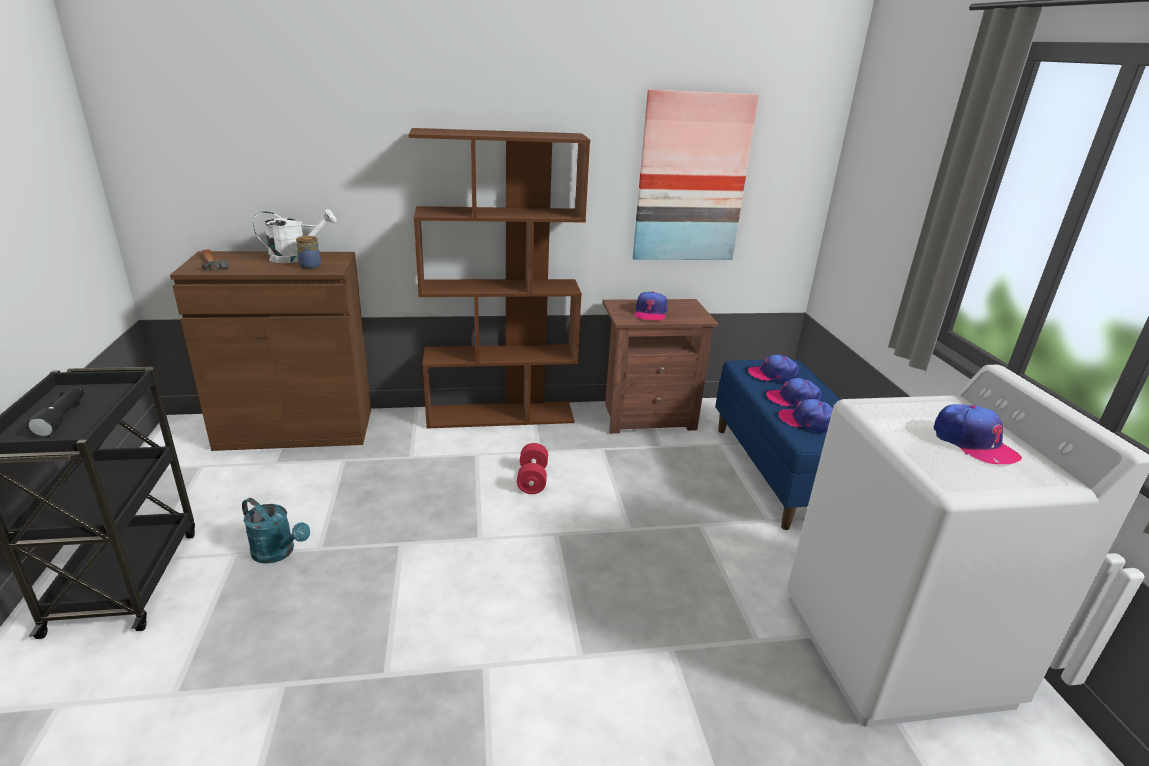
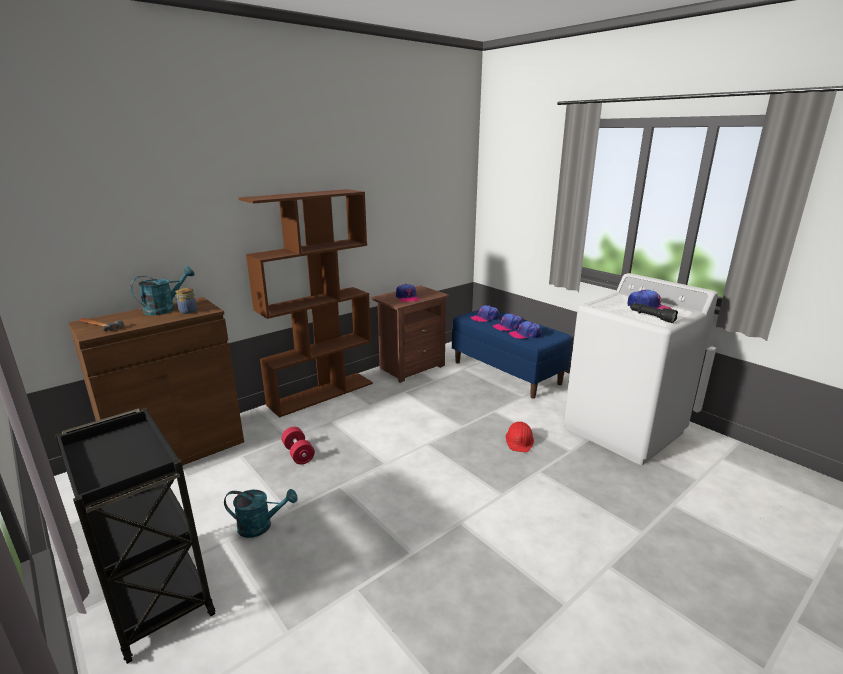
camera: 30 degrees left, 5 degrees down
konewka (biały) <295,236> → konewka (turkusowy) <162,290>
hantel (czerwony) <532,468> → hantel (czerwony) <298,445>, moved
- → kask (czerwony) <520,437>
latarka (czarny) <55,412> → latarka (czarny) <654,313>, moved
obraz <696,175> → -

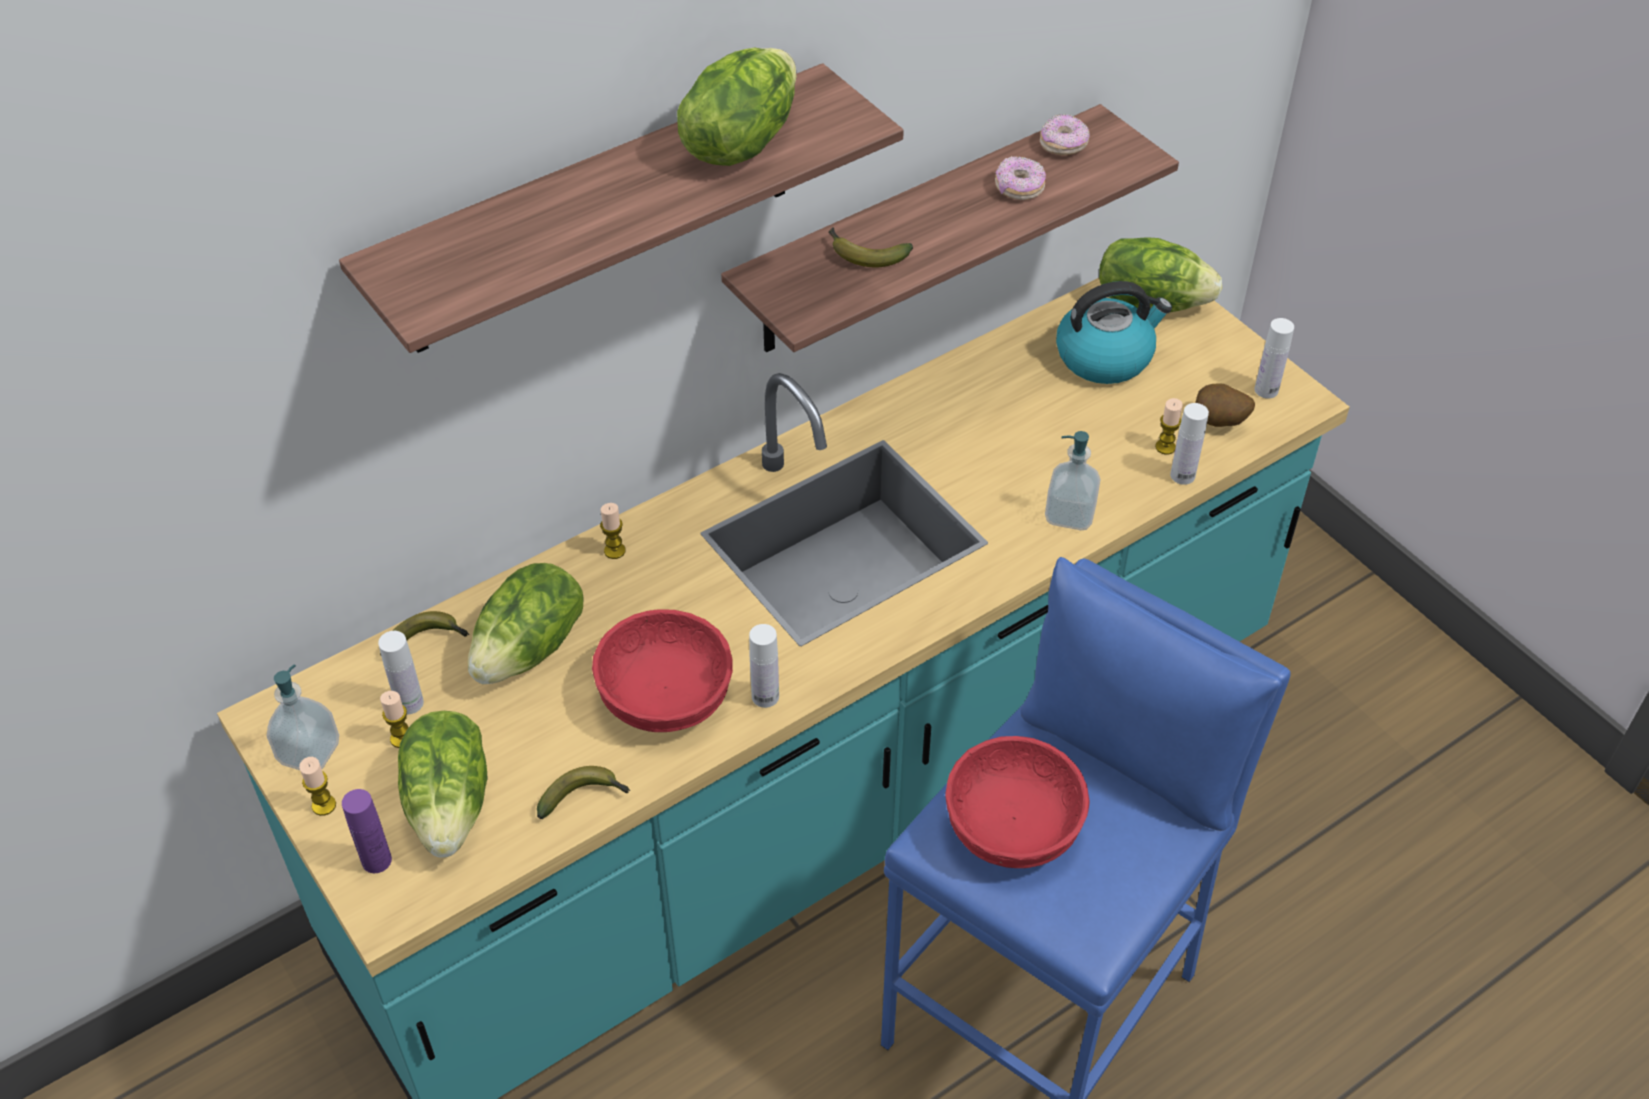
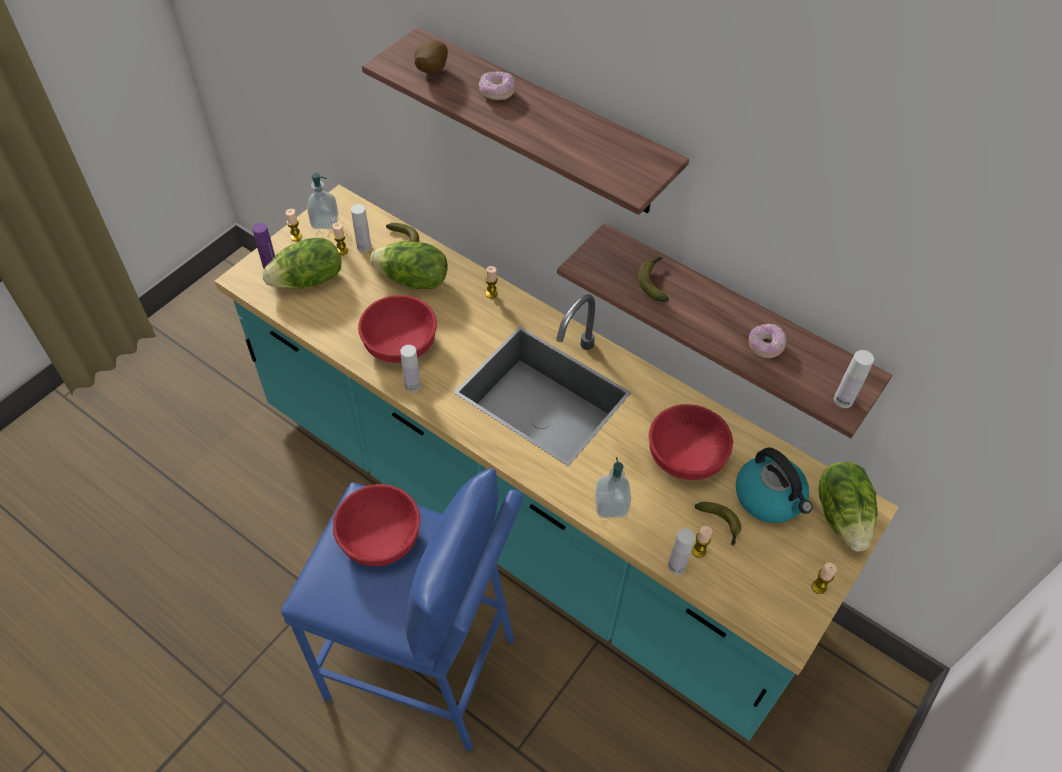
camera: 70 degrees right, 5 degrees up
ziemniak <1225,405> → ziemniak <431,57>, moved
donut <1065,134> → donut <497,85>, moved
- → miska (czerwony) <691,442>
banan <584,792> → banan <718,524>, moved
- → świeca <824,578>
butelka (biały) <1274,358> → butelka (biały) <854,379>, moved
sałata <737,107> → -

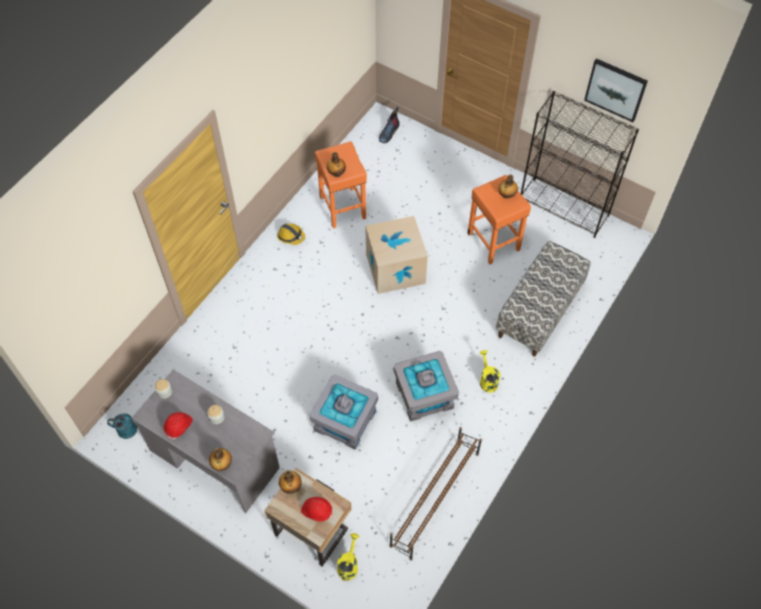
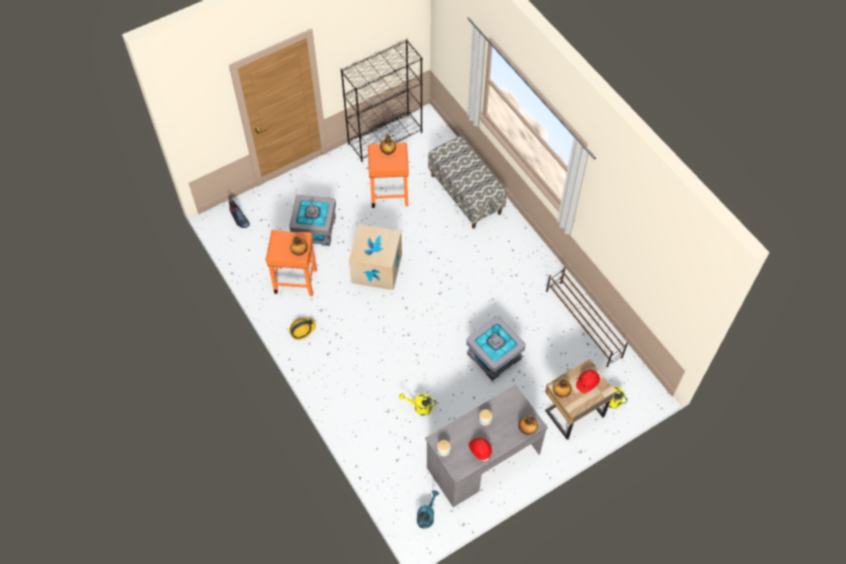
camera: 65 degrees left, 0 degrees up
pojemnik do przechowywania (szary) <426,386> → pojemnik do przechowywania (szary) <312,220>, moved
konewka (żółty) <490,371> → konewka (żółty) <417,404>, moved
obraz <616,90> → -

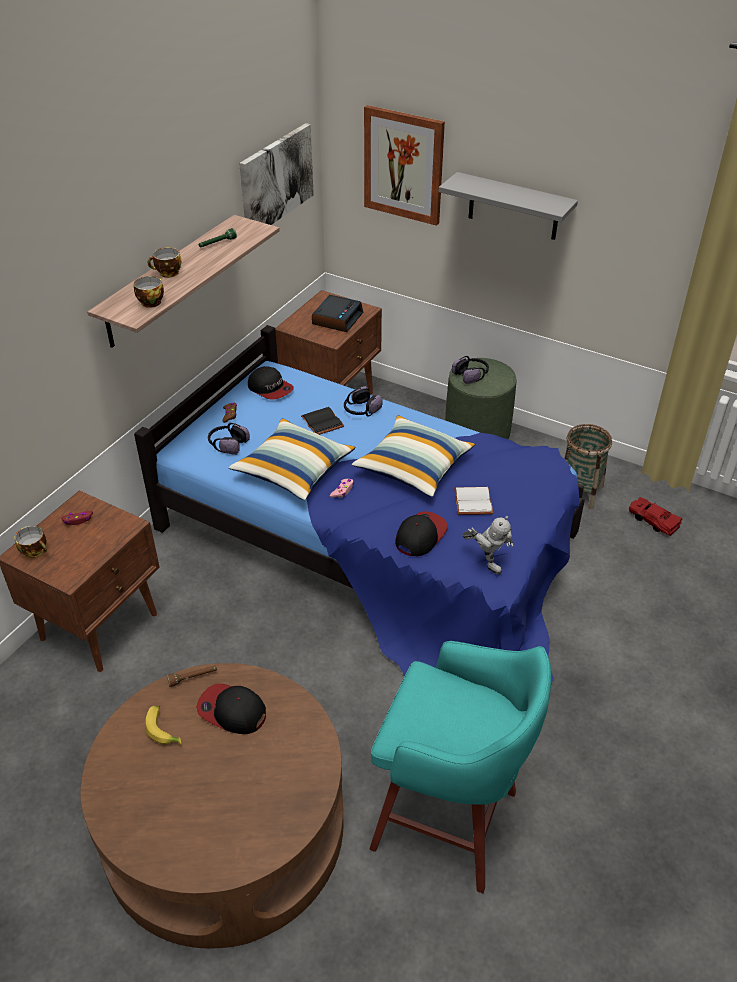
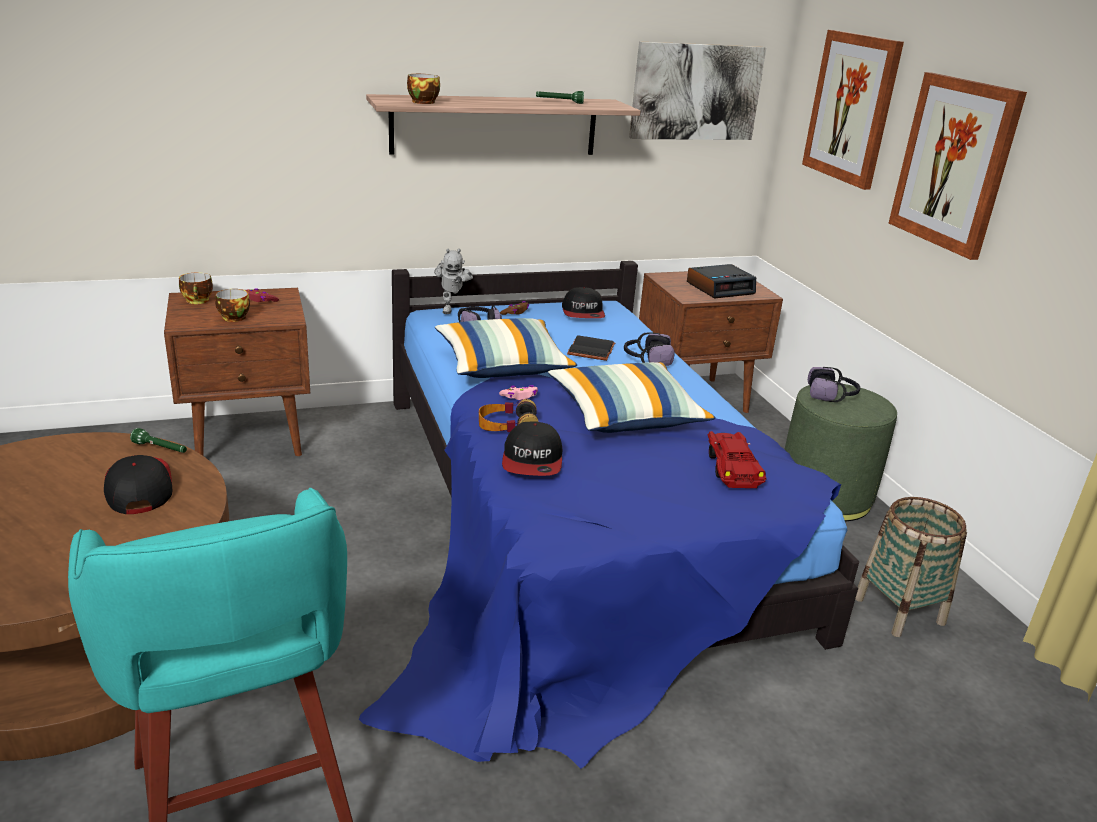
camera: 40 degrees right, 15 degrees down
latarka (brązowy) <192,676> → latarka (zielony) <158,440>
filiżanka <164,262> → filiżanka <232,305>, moved
robot zabawkowy <487,545> → robot zabawkowy <453,281>, moved
- → słuchawki <509,415>
czapka z daszkiem <421,533> → czapka z daszkiem <532,448>, 105 degrees clockwise
samochodzik (czerwony) <655,516> → samochodzik (czerwony) <737,459>, moved
półka (szary) <508,206> → obraz <958,166>
banan <163,725> → -
książka (biały) <473,501> → -

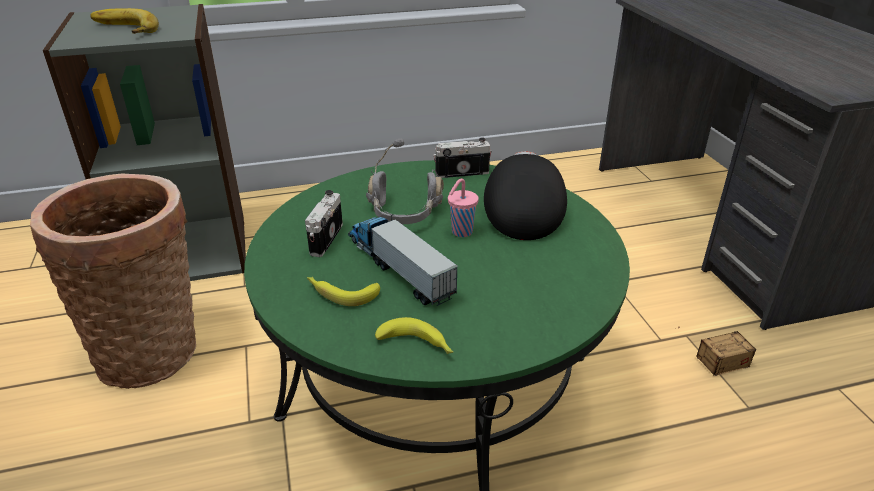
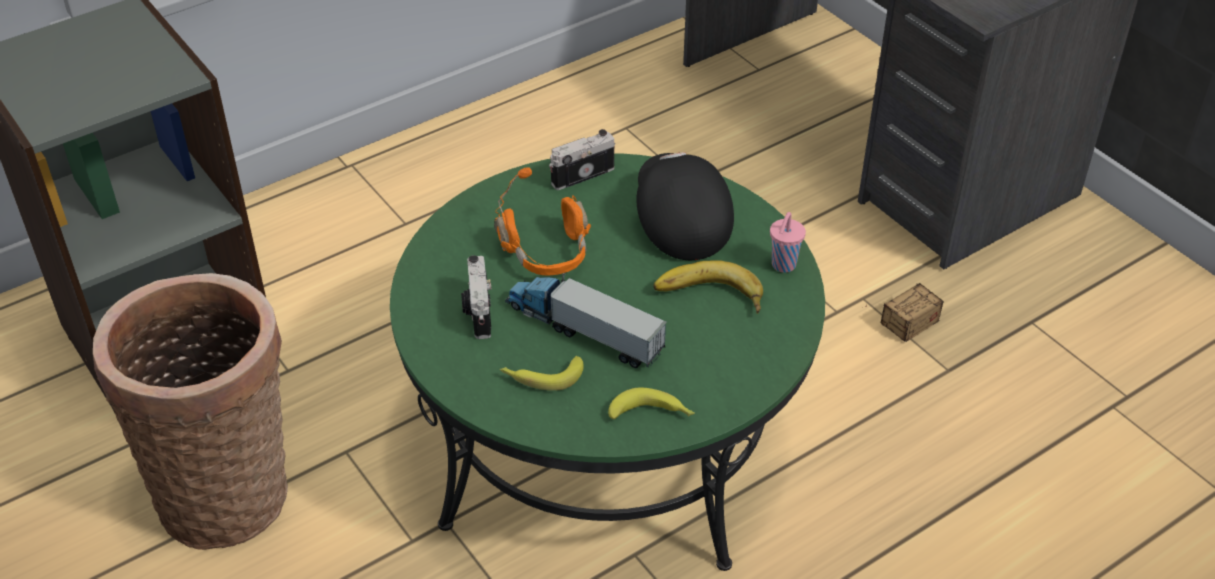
camera: 20 degrees left, 10 degrees up
słuchawki (szary) <405,181> → słuchawki (pomarańczowy) <542,221>
banan <124,21> → banan <708,287>, moved
filiżanka (różowy) <463,207> → filiżanka (różowy) <788,242>, moved

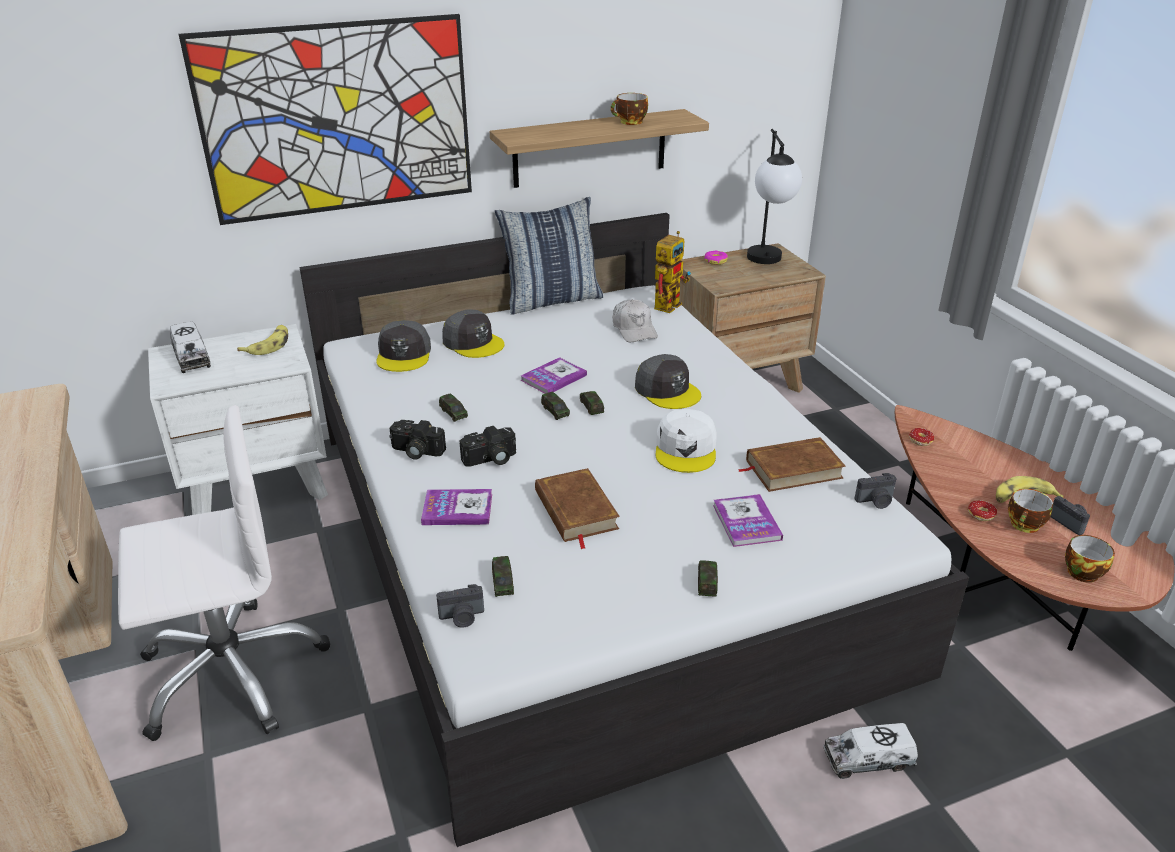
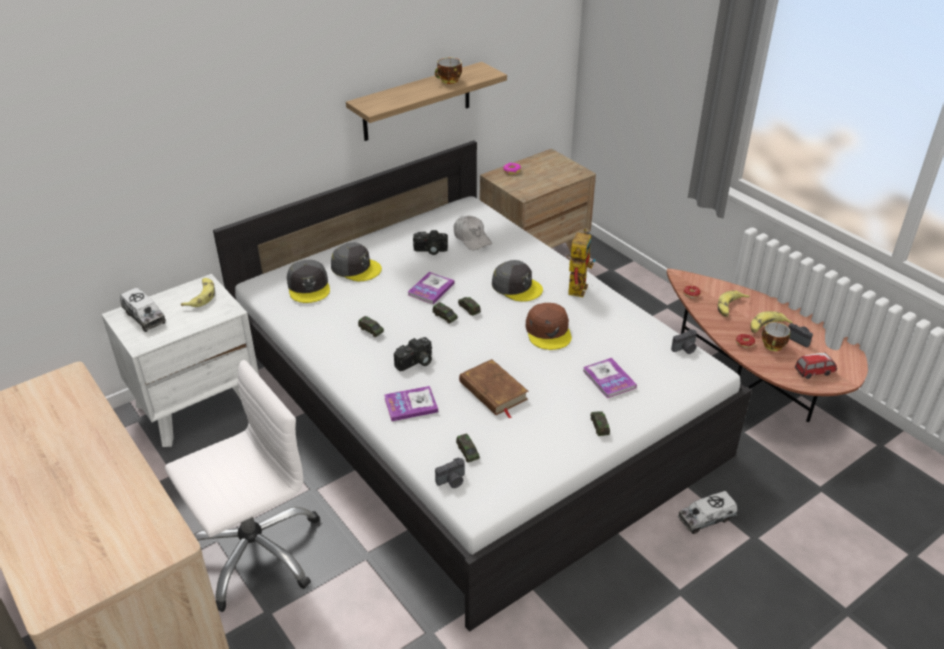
camera: 15 degrees left, 5 degrees up
aparat fotograficzny <417,439> → aparat fotograficzny <430,242>, moved
czapka z daszkiem (biały) <686,441> → czapka z daszkiem (brązowy) <549,326>
robot zabawkowy <672,272> → robot zabawkowy <581,262>, moved
- → banan <734,303>
filiżanka <1090,559> → samochodzik <816,366>
obraz <325,119> → -
poduszka <549,256> → -
książka (brązowy) <791,464> → -
lampa stołowa <774,196> → -

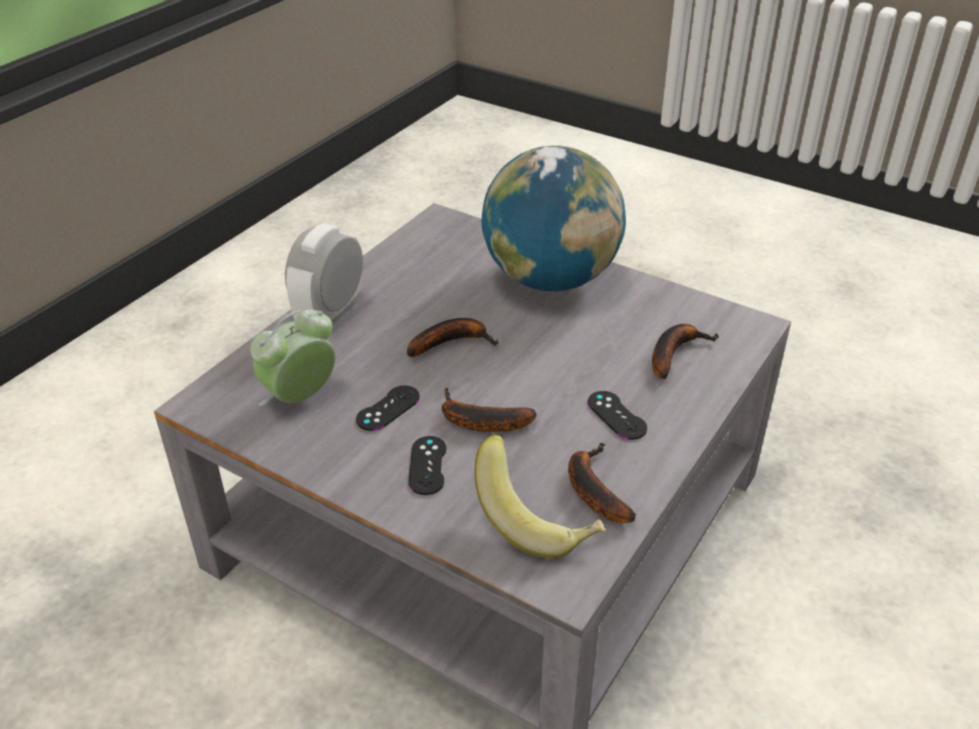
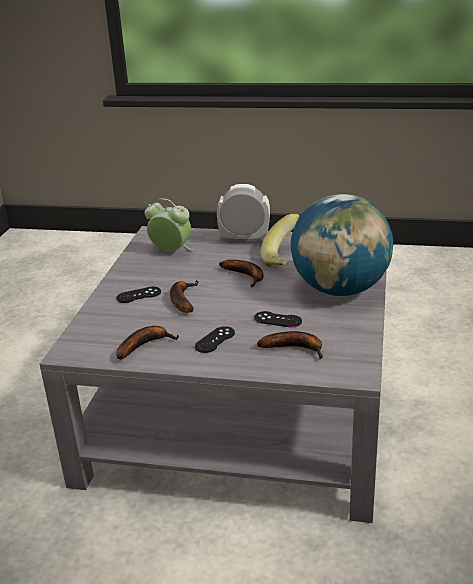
camera: 70 degrees right, 10 degrees down
pad do gier (czarny) <388,408> → pad do gier (czarny) <278,319>, moved
banan <540,496> → banan <280,240>, moved

